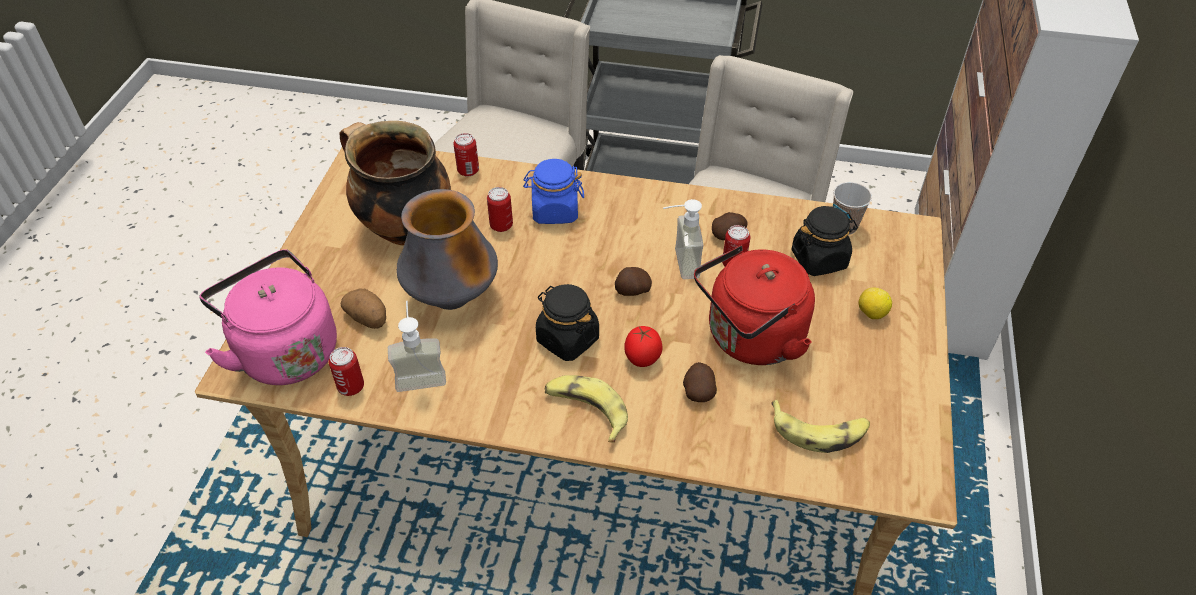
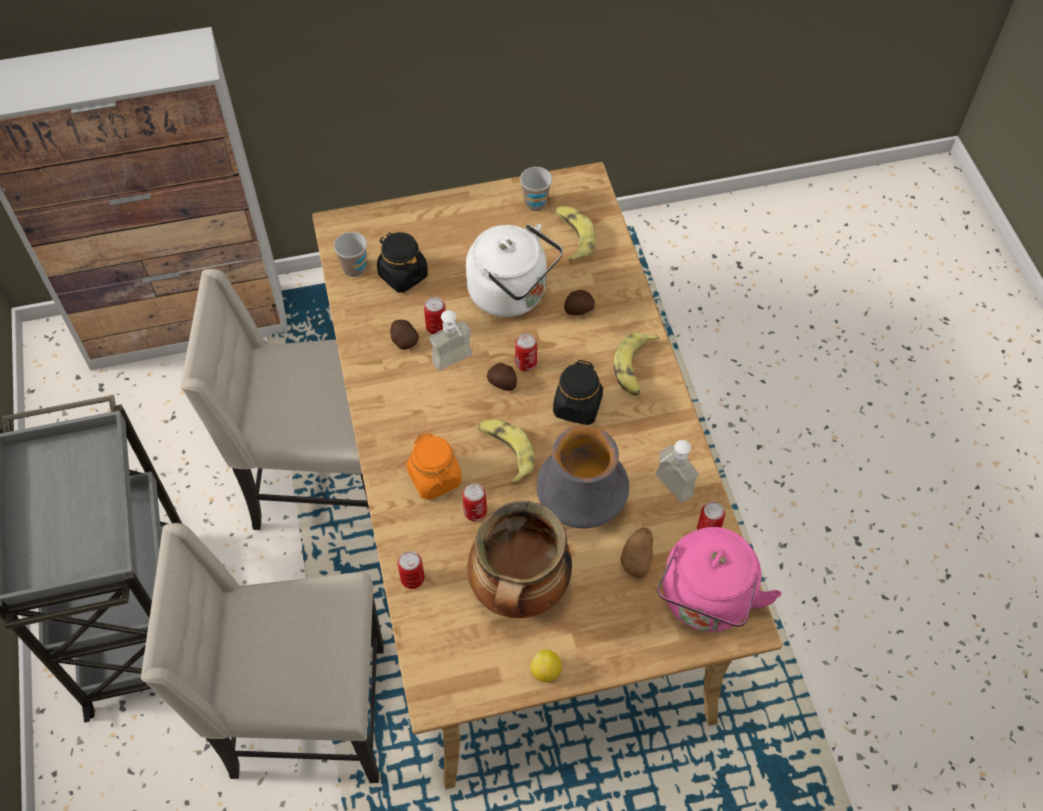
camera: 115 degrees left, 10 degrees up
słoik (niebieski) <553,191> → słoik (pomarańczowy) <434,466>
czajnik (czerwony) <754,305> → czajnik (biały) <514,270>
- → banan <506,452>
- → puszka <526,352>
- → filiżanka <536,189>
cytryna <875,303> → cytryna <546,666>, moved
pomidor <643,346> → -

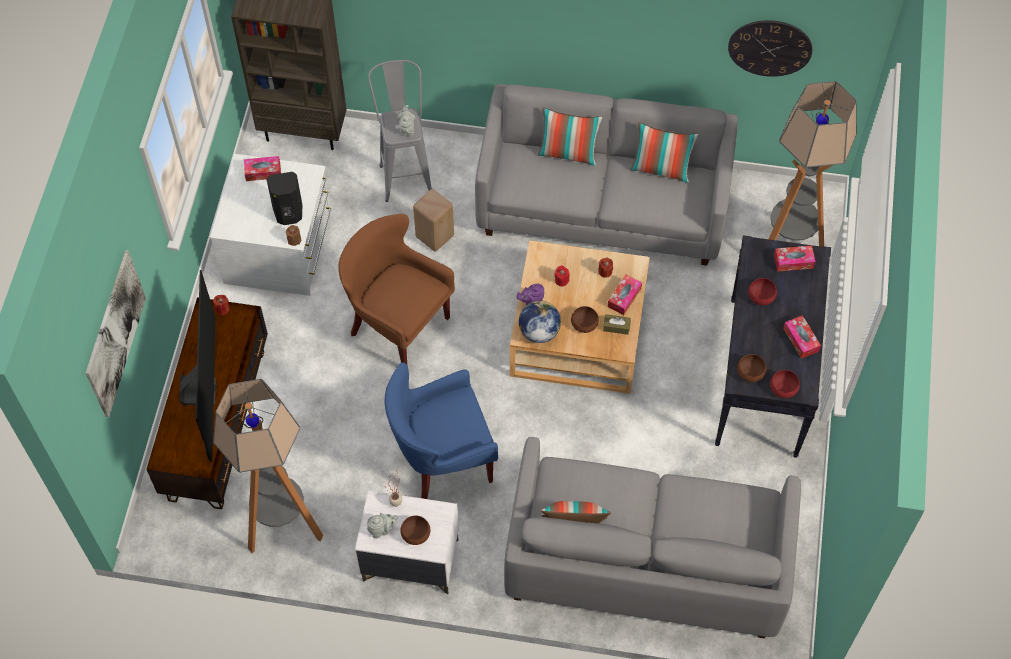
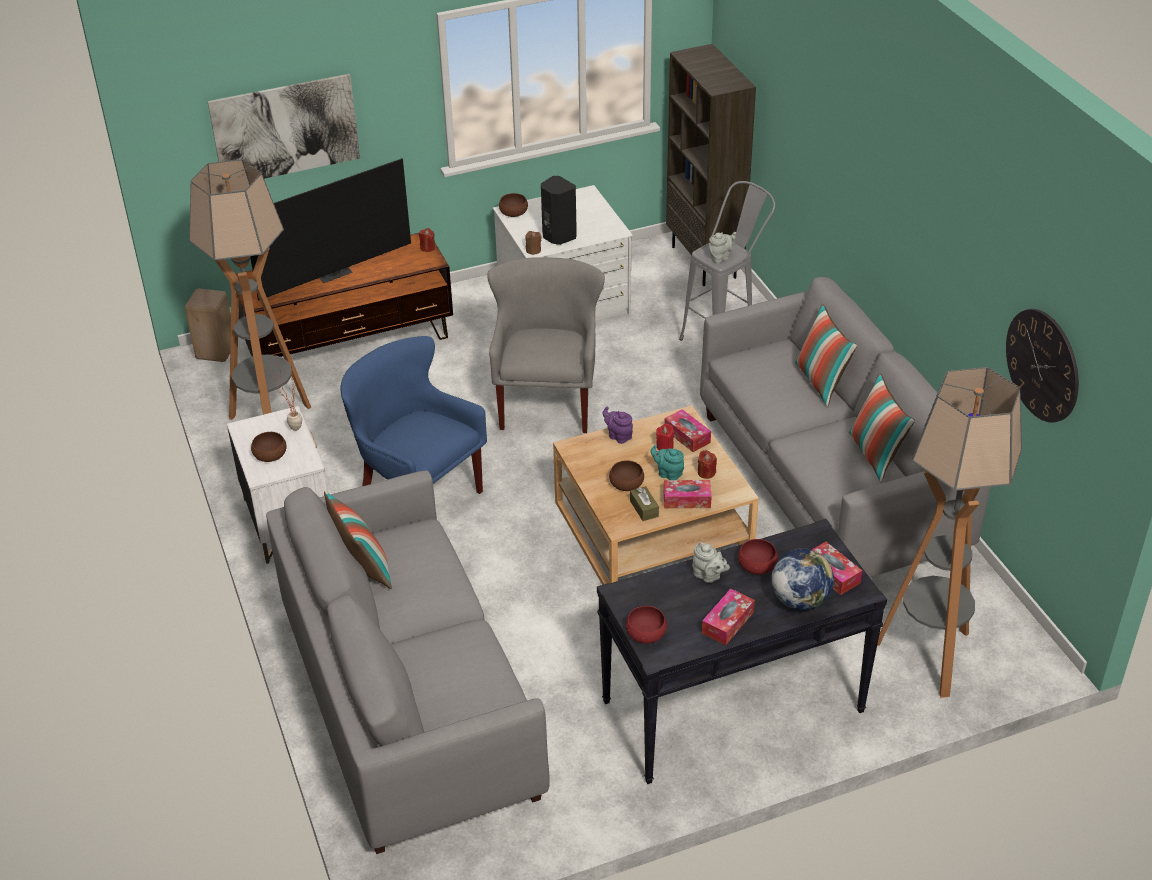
camera: 60 degrees right, 20 degrees down
stołek (beżowy) <433,220> → stołek (beżowy) <208,325>, moved
fotel (brązowy) <396,289> → fotel (szary) <546,345>
miska (brązowy) <752,368> → miska (brązowy) <513,205>, moved
- → imbryk (turkusowy) <667,462>
pudełko chusteczek <262,168> → pudełko chusteczek <687,430>, moved
imbryk (szary) <382,525> → imbryk (szary) <711,562>, moved
globus <540,322> → globus <802,579>, moved

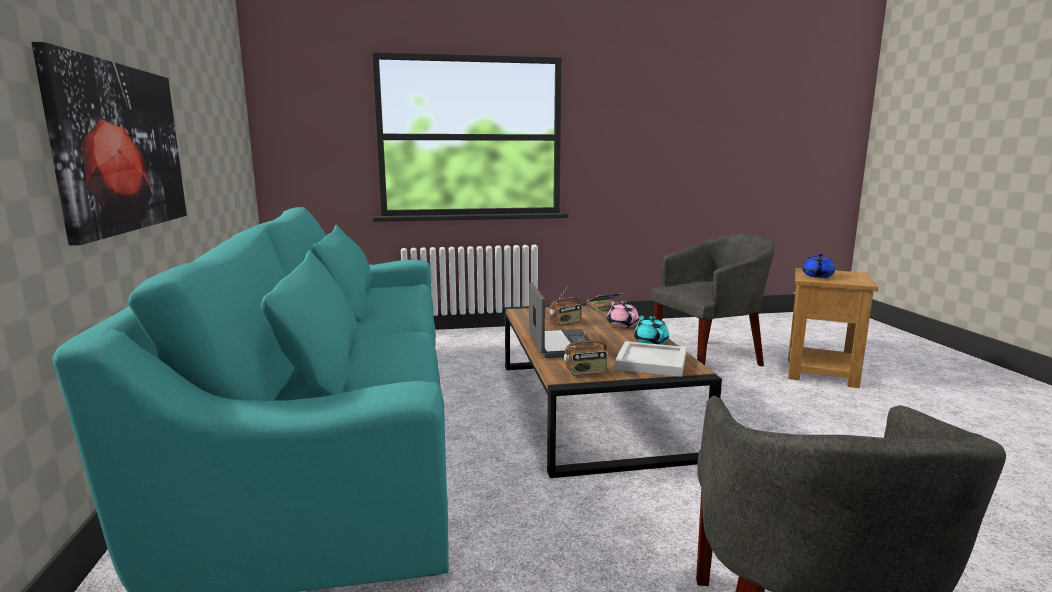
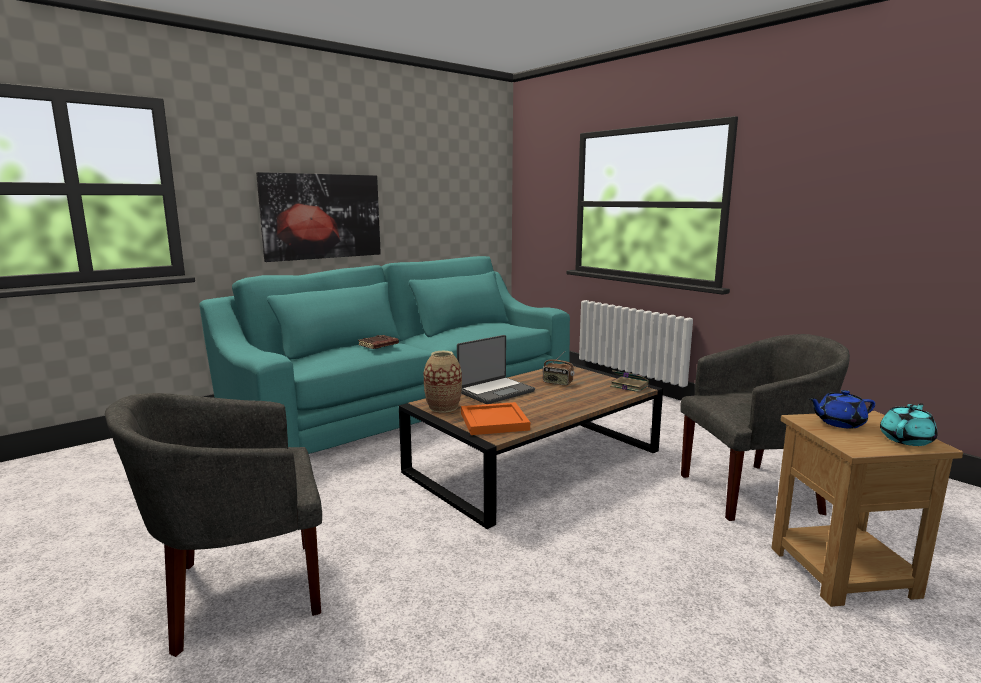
camera: 60 degrees right, 0 degrees up
- → książka (brązowy) <378,342>
radio <586,351> → wazon <443,381>
taca (biały) <650,359> → taca (pomarańczowy) <495,418>
fotel (szary) <712,299> → fotel (szary) <765,427>, 45 degrees counterclockwise
imbryk (turkusowy) <651,330> → imbryk (turkusowy) <909,424>, moved
imbryk (różowy) <623,314> → -

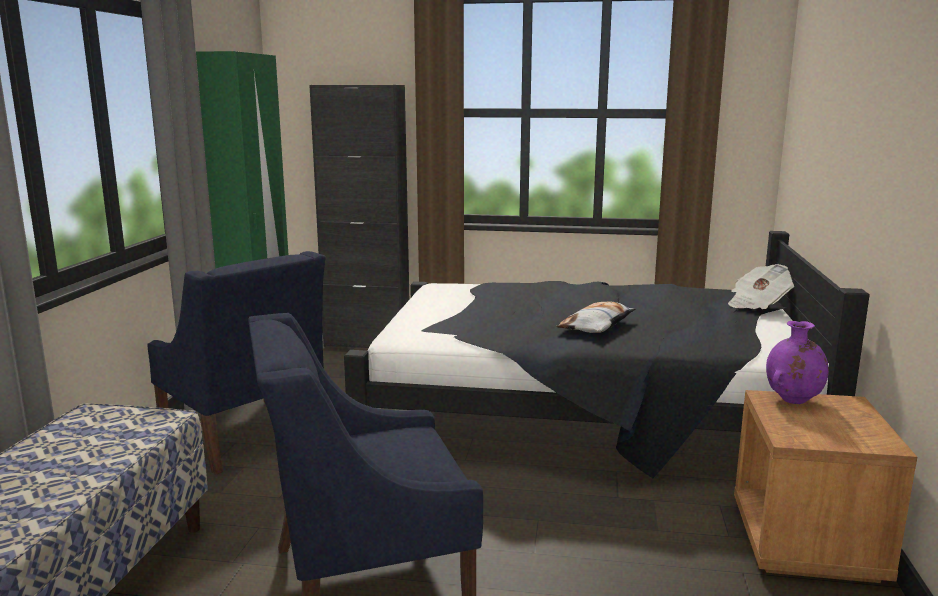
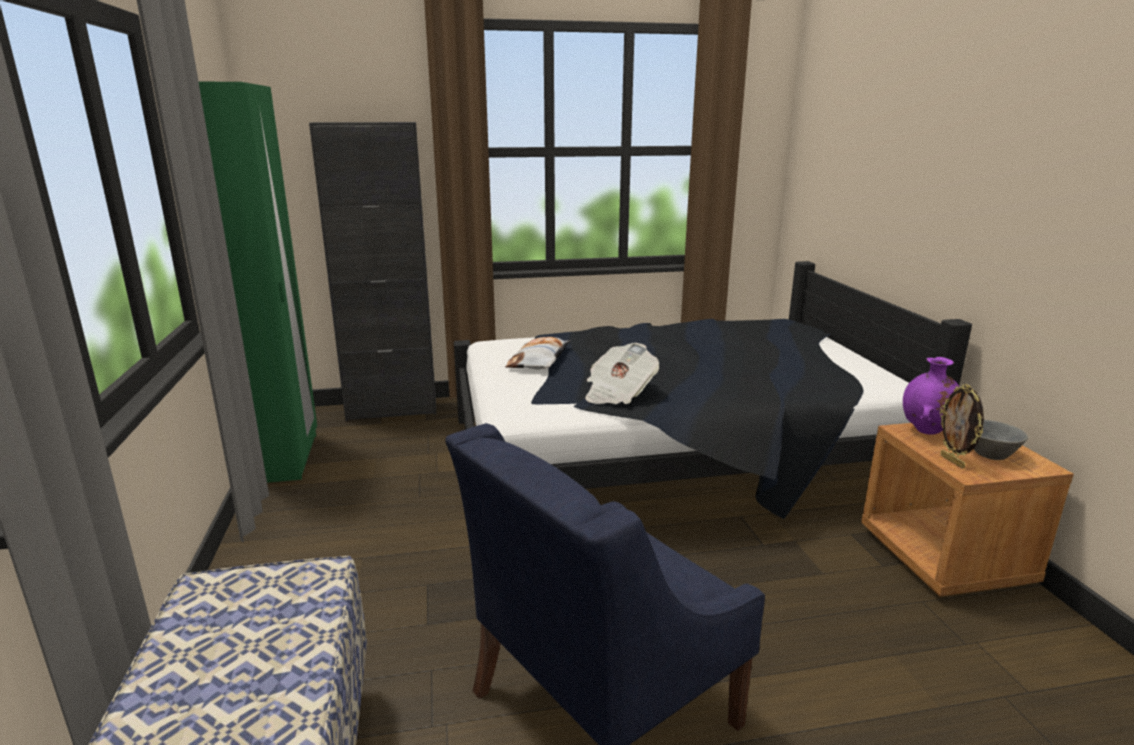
camera: 20 degrees left, 5 degrees up
poduszka <596,317> → poduszka <537,353>, moved
gazeta <761,286> → gazeta <622,373>, moved
- → ramka na zdjęcie <962,426>
- → miska (szary) <1001,440>
fotel (niebieski) <236,363> → -

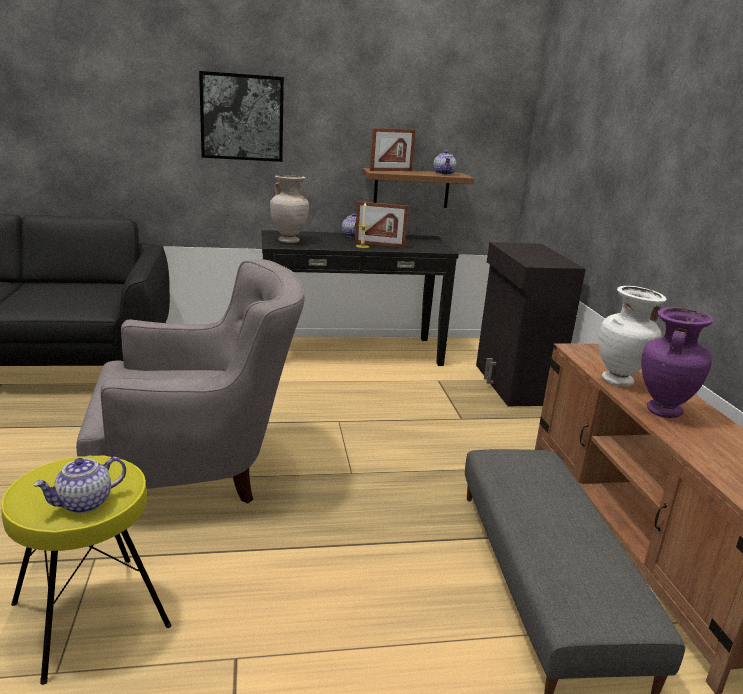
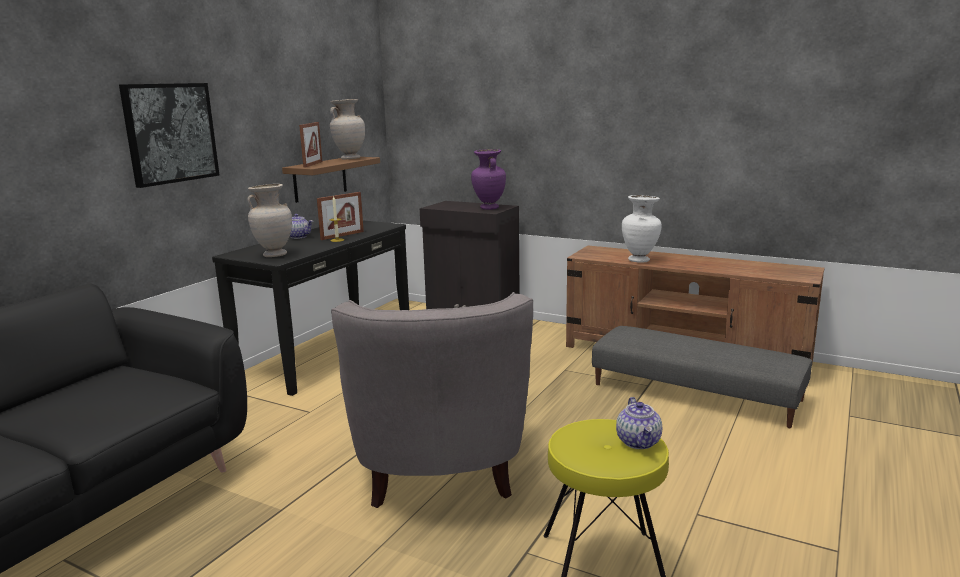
camera: 50 degrees left, 5 degrees down
imbryk <445,162> → wazon (beżowy) <347,129>
fotel (szary) <190,381> → fotel (szary) <432,400>, 150 degrees clockwise
wazon (fioletowy) <677,362> → wazon (fioletowy) <488,179>, moved

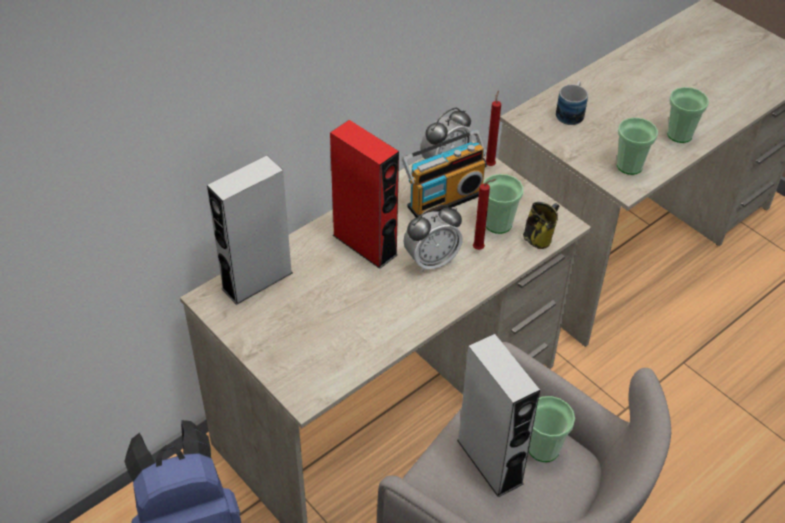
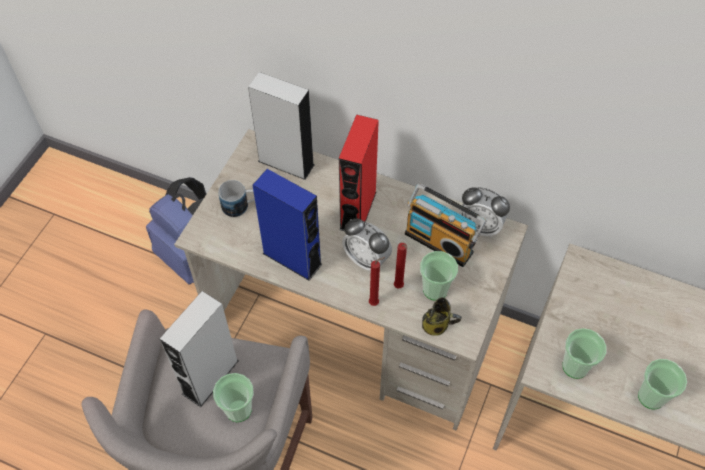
camera: 65 degrees right, 10 degrees up
kubek <572,103> → kubek <236,198>, moved
- → głośnik (niebieski) <287,225>
świeca (czerwony) <493,128> → świeca (czerwony) <377,281>, moved

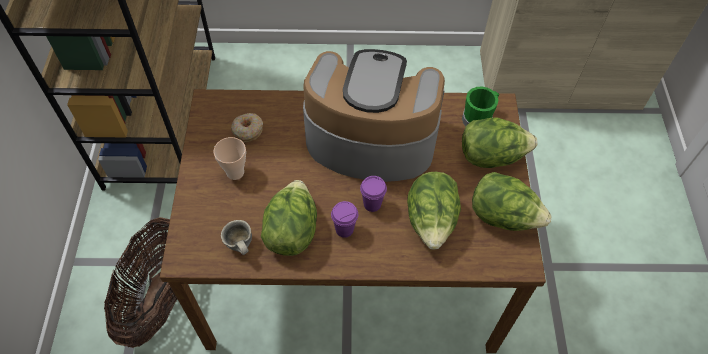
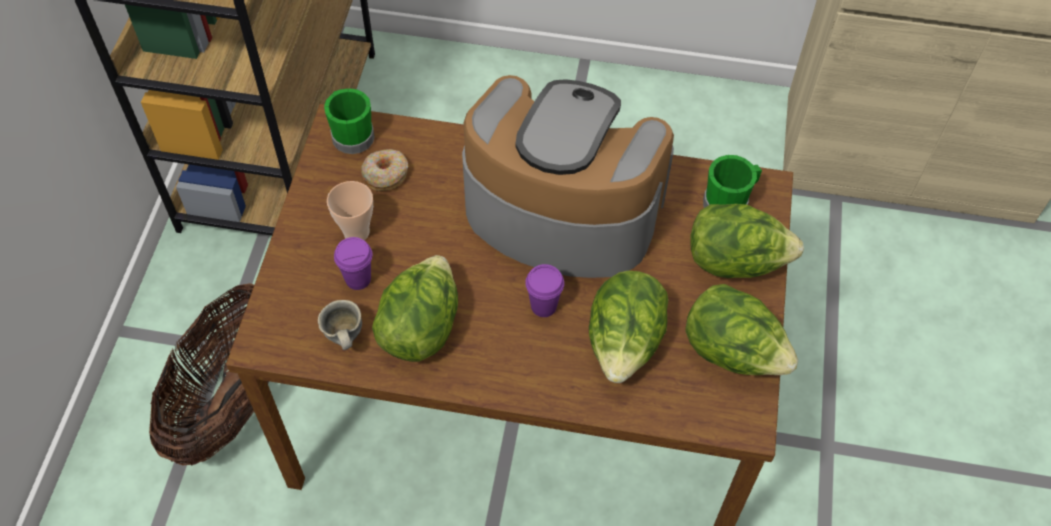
camera: 10 degrees right, 0 degrees up
- → kubek (zielony) <349,121>
filiżanka (fioletowy) <344,219> → filiżanka (fioletowy) <353,263>, moved

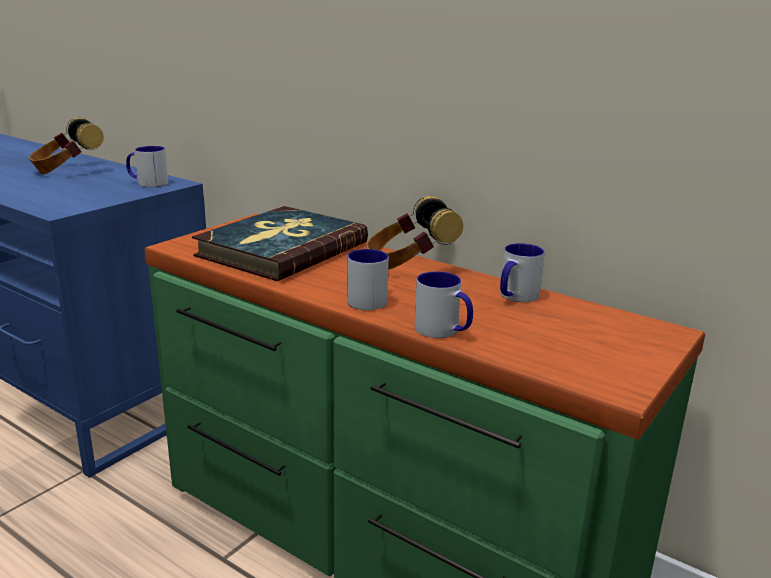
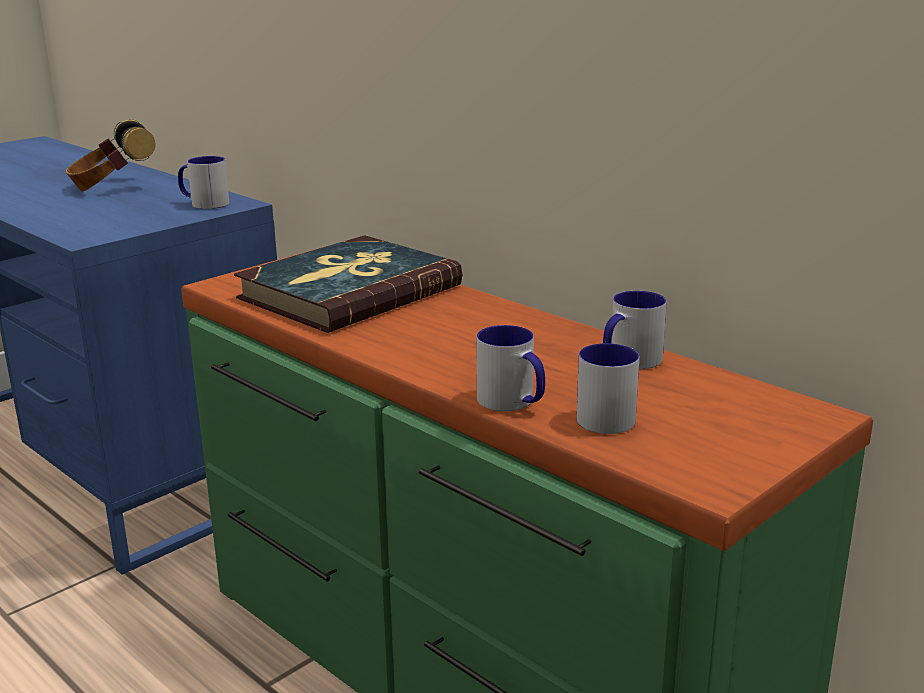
camera: 10 degrees right, 0 degrees up
kubek <368,279> → kubek <608,388>, moved
słuchawki <414,233> → -

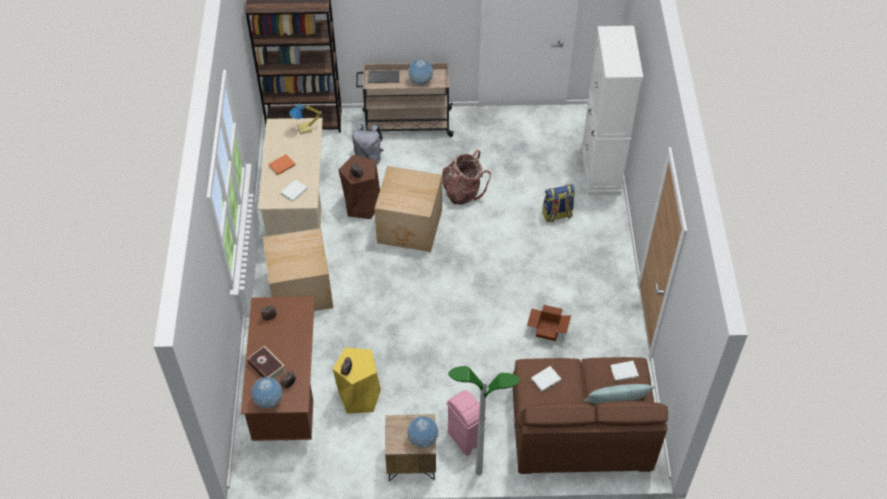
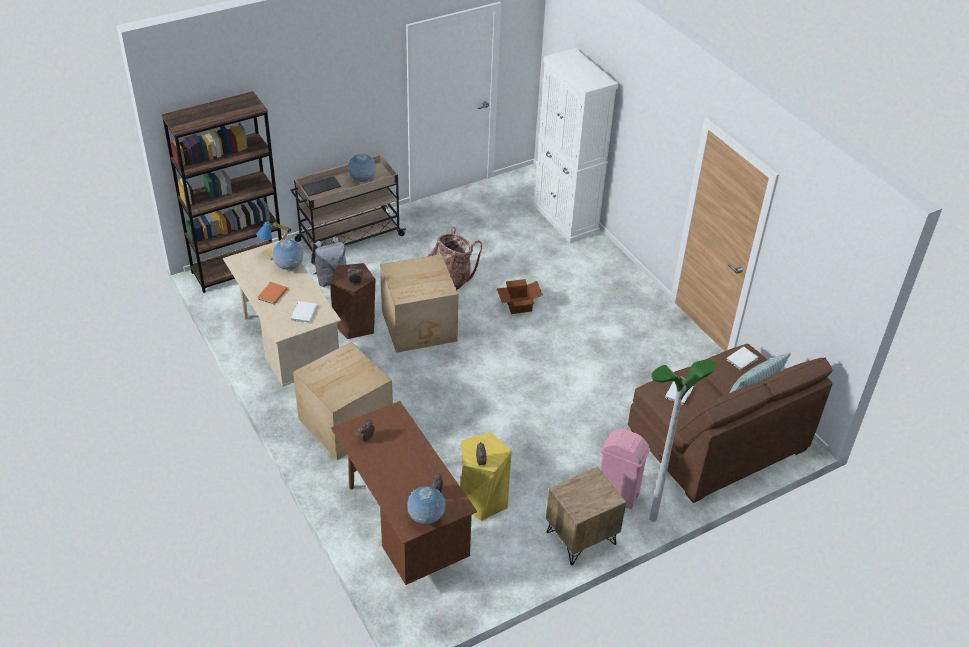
camera: 30 degrees left, 10 degrees down
globus <423,432> → globus <288,254>, moved
karton <549,323> → karton <520,296>, moved
książka <266,362> → -
plecak <558,203> → -

